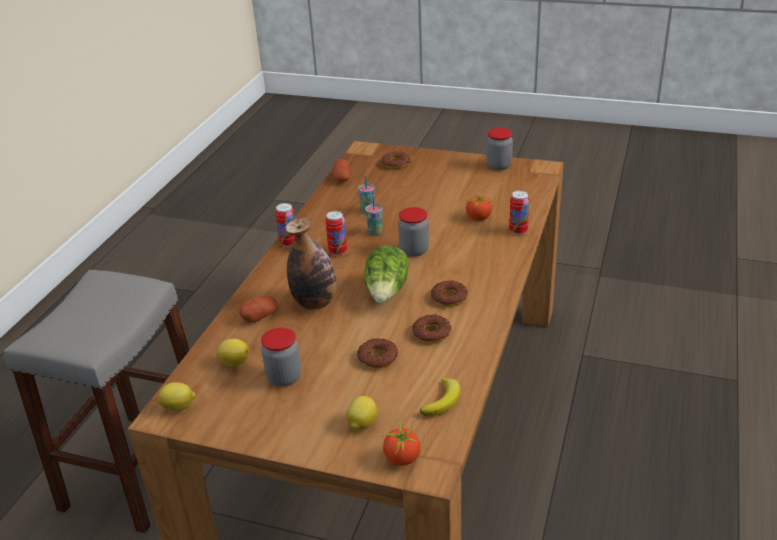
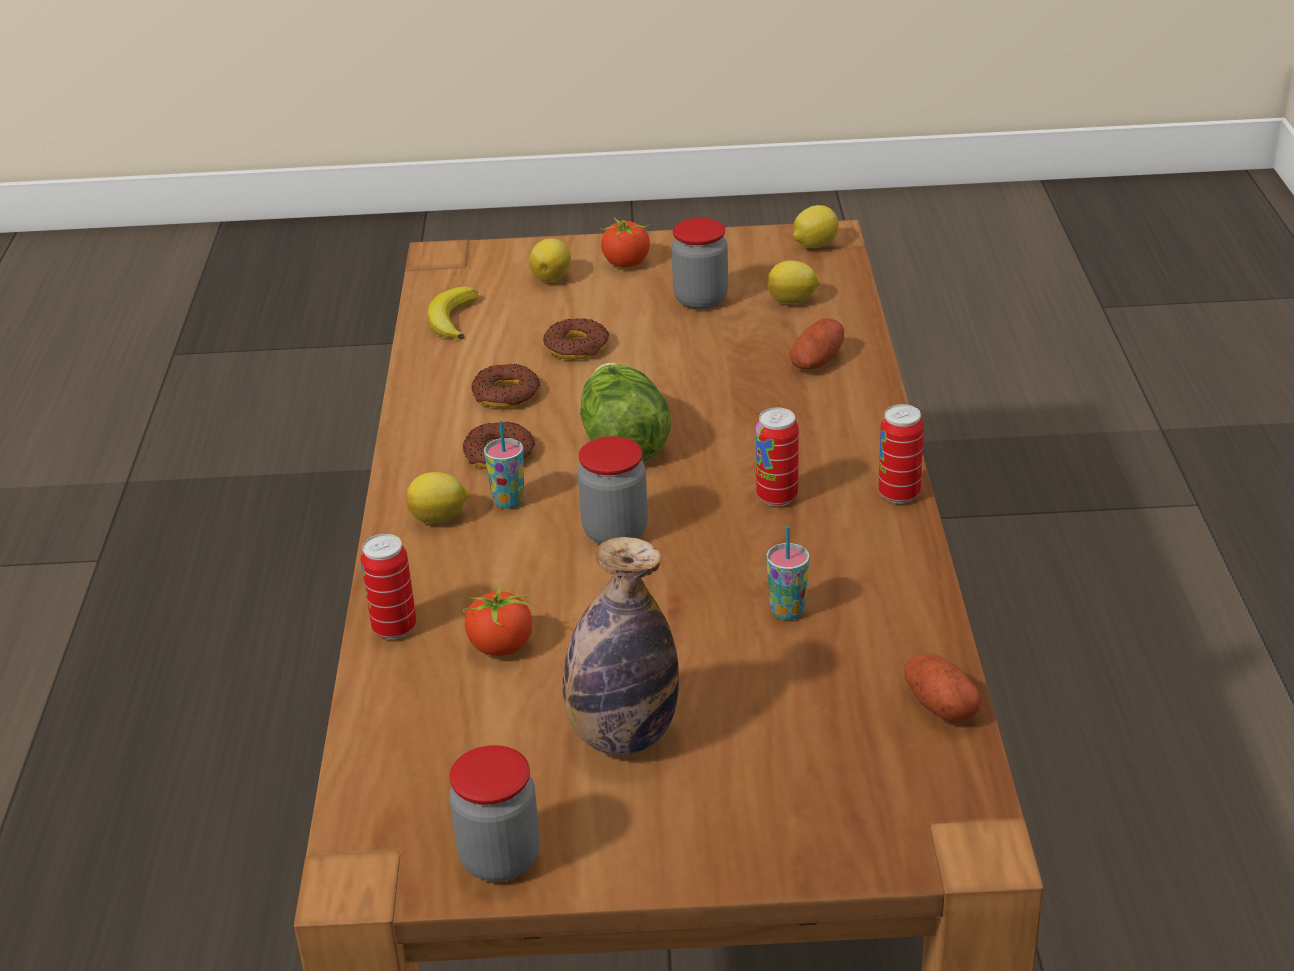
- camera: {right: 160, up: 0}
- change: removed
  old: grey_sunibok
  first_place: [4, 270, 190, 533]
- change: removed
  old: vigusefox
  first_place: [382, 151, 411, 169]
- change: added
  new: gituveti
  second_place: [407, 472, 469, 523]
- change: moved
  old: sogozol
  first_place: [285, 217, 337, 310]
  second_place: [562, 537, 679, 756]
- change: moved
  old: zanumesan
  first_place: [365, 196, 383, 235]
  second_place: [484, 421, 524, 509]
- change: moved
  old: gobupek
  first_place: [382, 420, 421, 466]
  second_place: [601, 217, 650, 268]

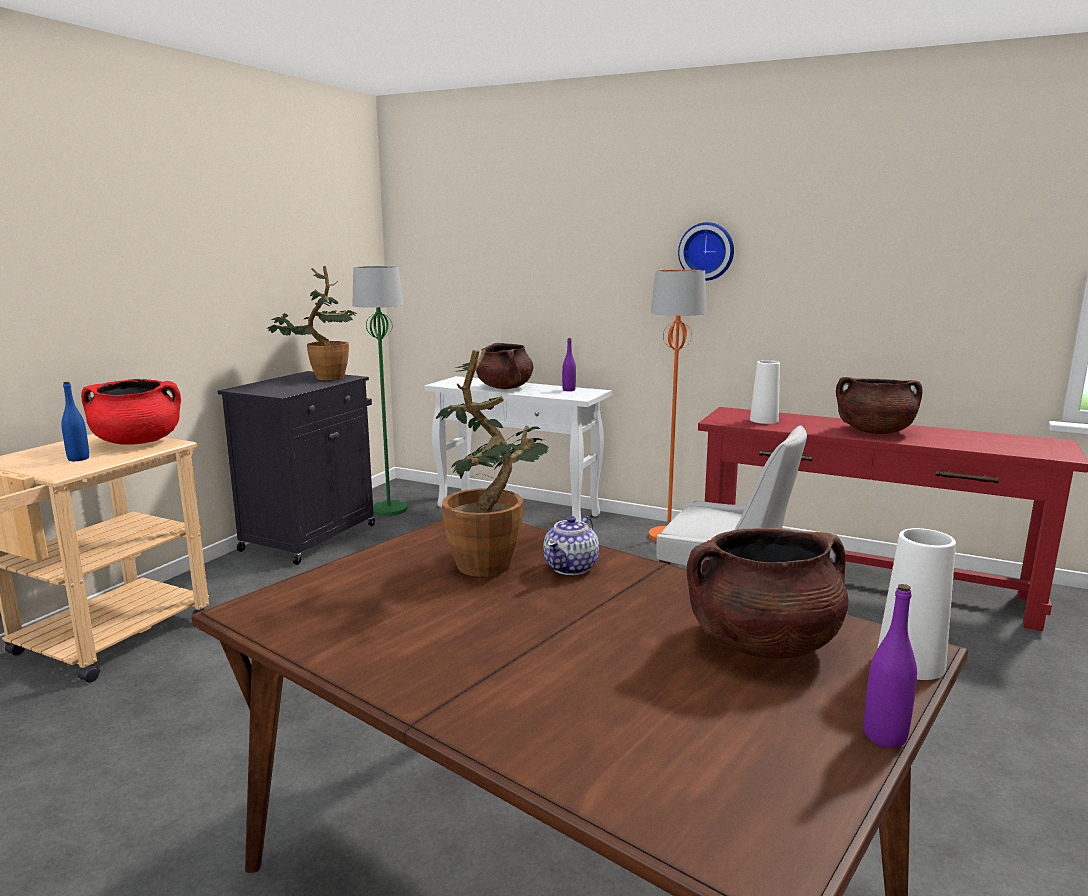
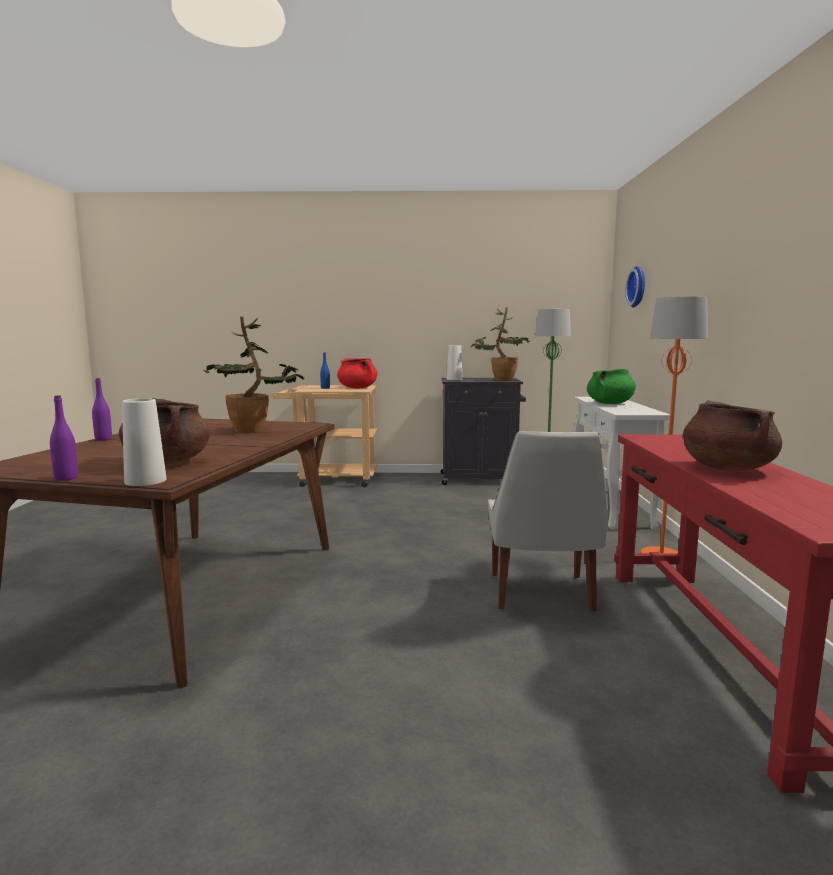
- camera: {right: 65, up: -5}
- change: removed
  old: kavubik
  first_place: [543, 516, 599, 575]
- change: moved
  old: purple_sogozol
  first_place: [562, 338, 576, 391]
  second_place: [92, 378, 112, 441]
- change: moved
  old: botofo
  first_place: [678, 222, 734, 281]
  second_place: [625, 266, 645, 307]
- change: moved
  old: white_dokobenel
  first_place: [750, 360, 780, 424]
  second_place: [447, 345, 463, 380]
- change: recoloured
  old: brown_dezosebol
  new: green_dezosebol
  first_place: [476, 343, 533, 389]
  second_place: [587, 369, 636, 404]

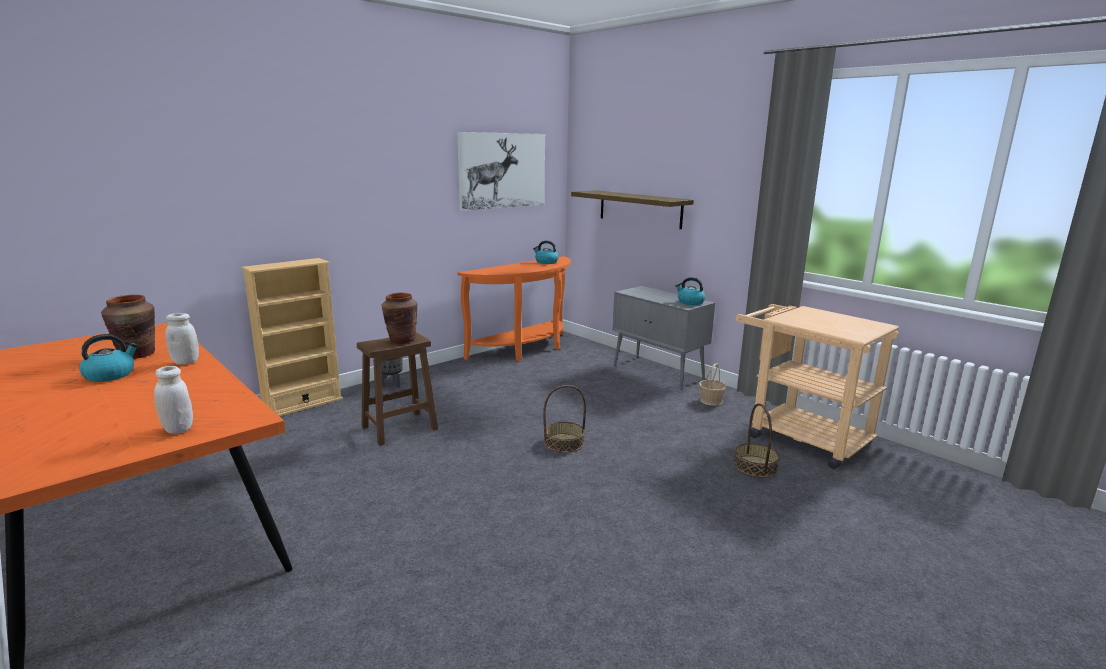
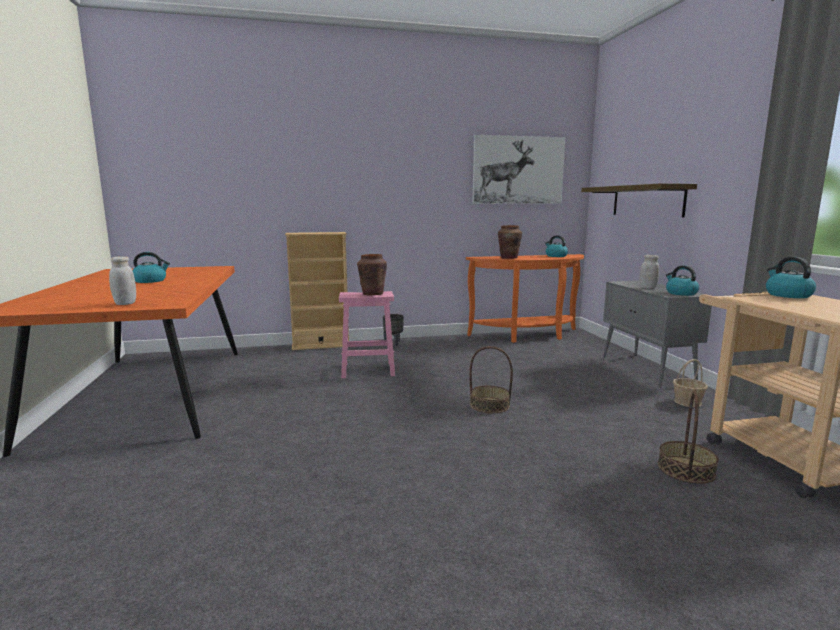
- camera: {right: 30, up: -5}
- change: added
  new: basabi
  second_place: [766, 257, 816, 298]
- change: moved
  old: brown_dokobenel
  first_place: [101, 295, 155, 359]
  second_place: [498, 225, 522, 259]
- change: moved
  old: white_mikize
  first_place: [165, 313, 199, 365]
  second_place: [640, 255, 659, 289]
- change: recoloured
  old: brown_sunibok
  new: pink_sunibok
  first_place: [357, 332, 438, 446]
  second_place: [339, 291, 395, 378]

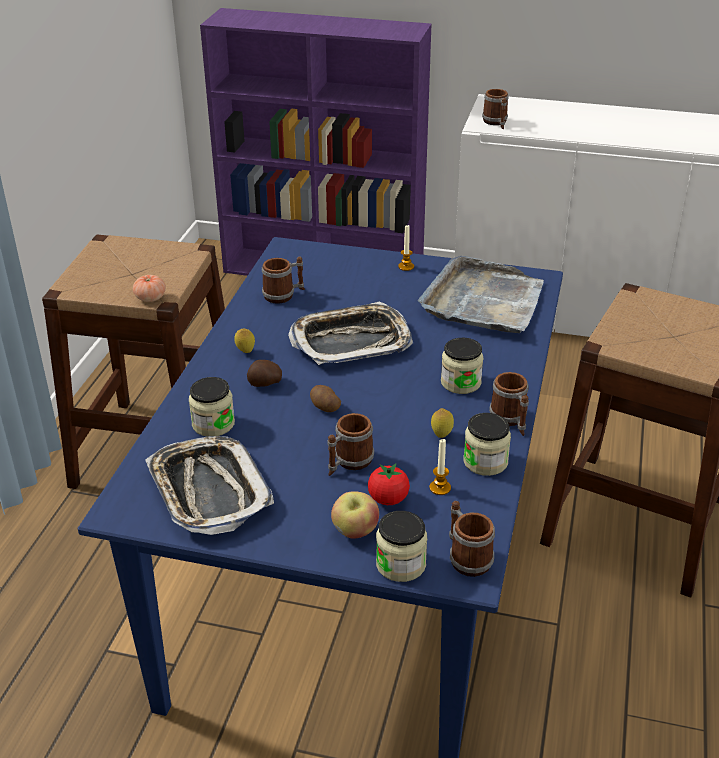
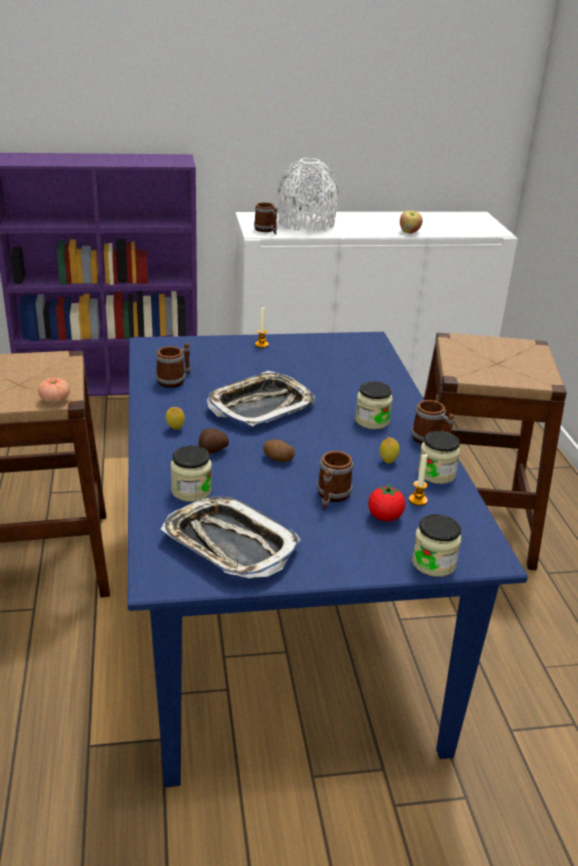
- camera: {right: -25, up: -5}
- change: removed
  old: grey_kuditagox
  first_place: [418, 256, 544, 333]
- change: removed
  old: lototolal
  first_place: [449, 501, 495, 577]
- change: added
  new: white_dokobenel
  second_place: [278, 158, 339, 232]
- change: moved
  old: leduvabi
  first_place: [331, 491, 379, 539]
  second_place: [400, 210, 423, 233]

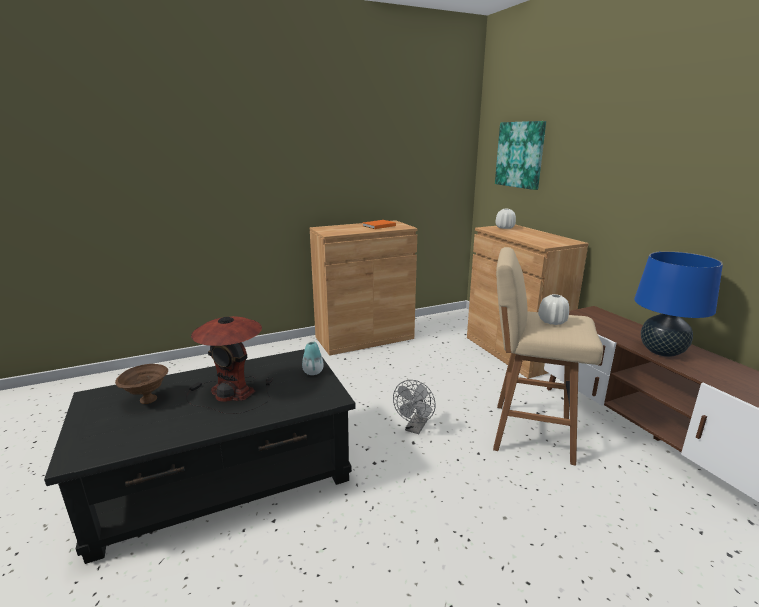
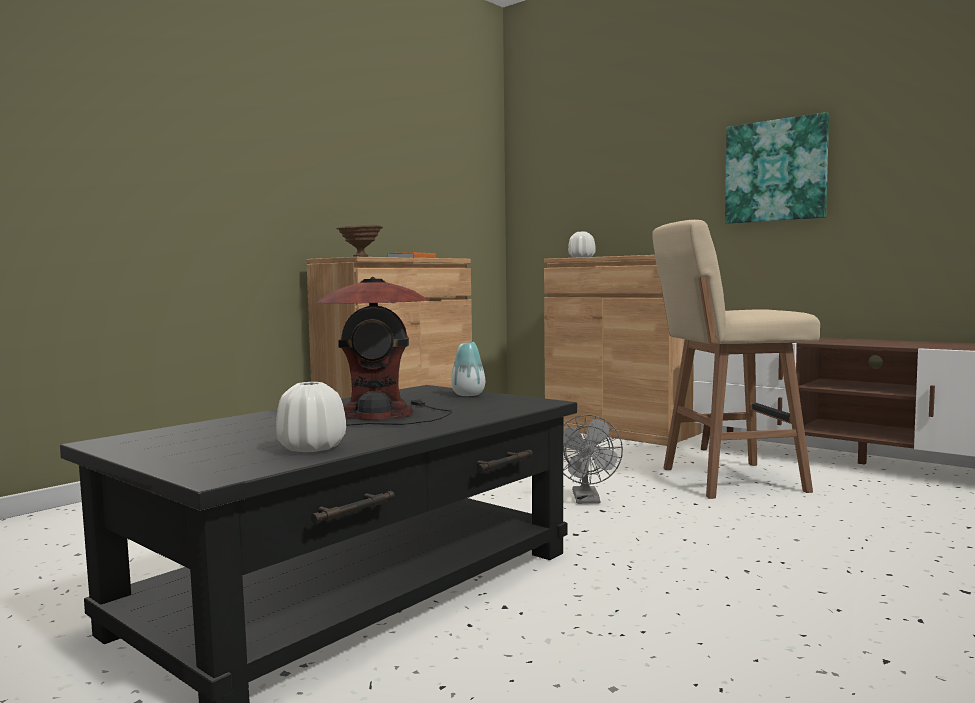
- camera: {right: -25, up: -15}
- change: removed
  old: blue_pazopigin
  first_place: [634, 251, 723, 357]
- change: moved
  old: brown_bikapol
  first_place: [115, 364, 168, 404]
  second_place: [336, 225, 383, 257]
- change: moved
  old: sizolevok
  first_place: [495, 121, 546, 190]
  second_place: [725, 112, 829, 224]
- change: moved
  old: white_dokobenel
  first_place: [538, 294, 569, 325]
  second_place: [276, 382, 346, 452]

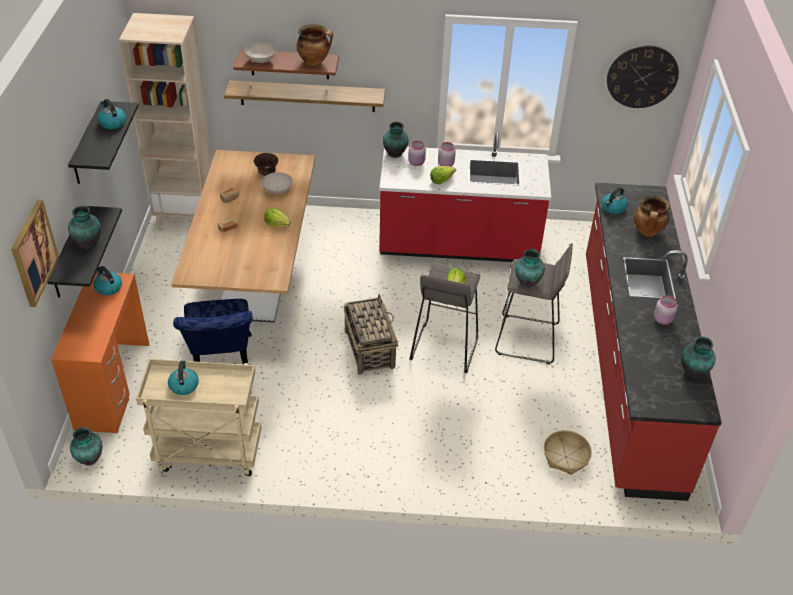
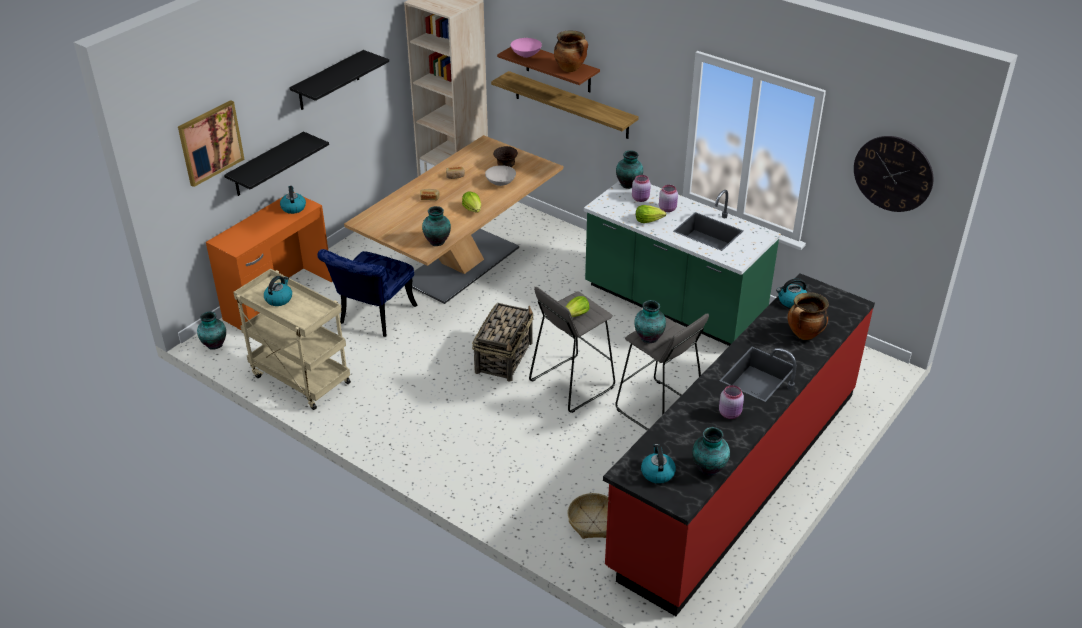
- camera: {right: 35, up: -5}
- change: moved
  old: dokobenel
  first_place: [68, 206, 101, 249]
  second_place: [422, 206, 451, 246]
- change: moved
  old: basabi
  first_place: [98, 99, 126, 129]
  second_place: [641, 444, 676, 484]
- change: recoloured
  old: white_bikapol
  new: pink_bikapol
  first_place: [245, 42, 276, 63]
  second_place: [511, 38, 542, 58]
- change: recoloured
  old: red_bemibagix
  new: green_bemibagix
  first_place: [379, 132, 551, 262]
  second_place: [584, 181, 781, 346]

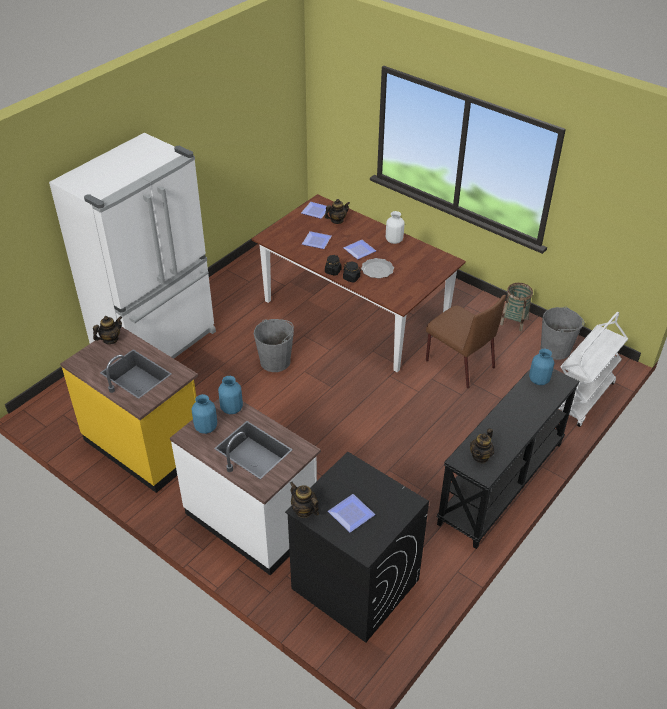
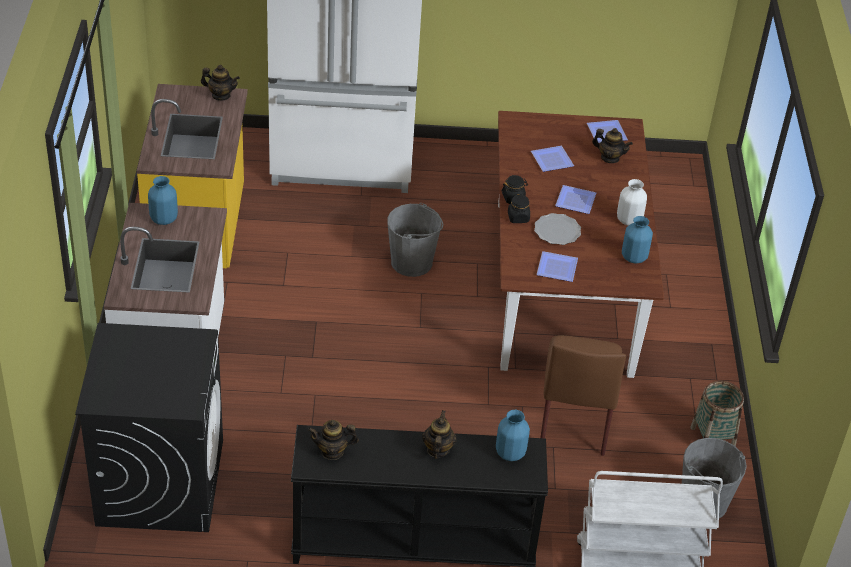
- camera: {right: 50, up: 0}
- change: moved
  old: blue_dokobenel
  first_place: [218, 376, 243, 414]
  second_place: [622, 216, 653, 264]
- change: moved
  old: kavubik
  first_place: [290, 482, 319, 518]
  second_place: [422, 410, 457, 459]
- change: moved
  old: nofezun
  first_place: [328, 494, 375, 533]
  second_place: [537, 251, 578, 282]

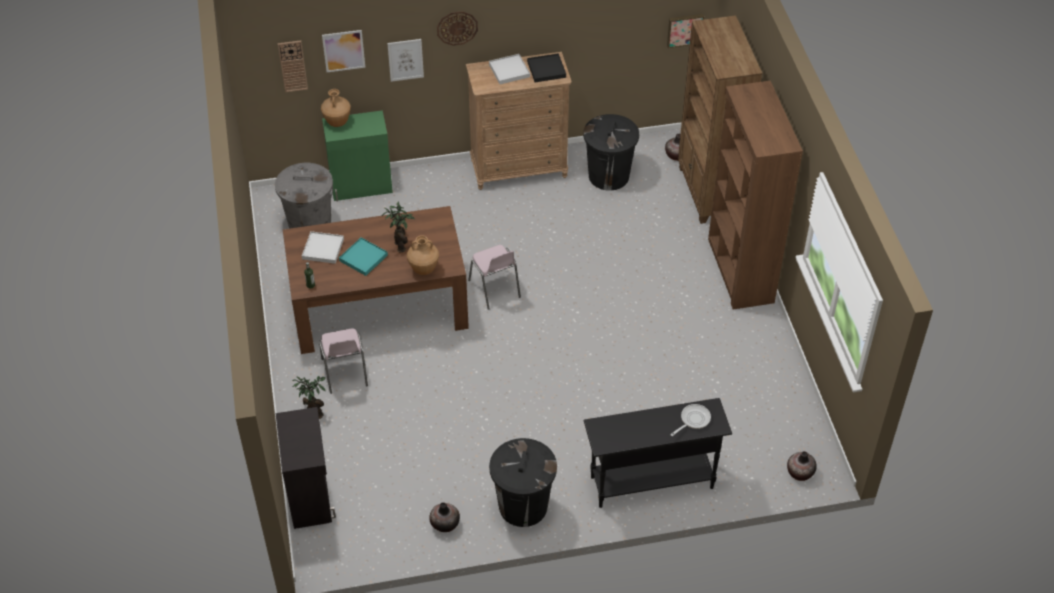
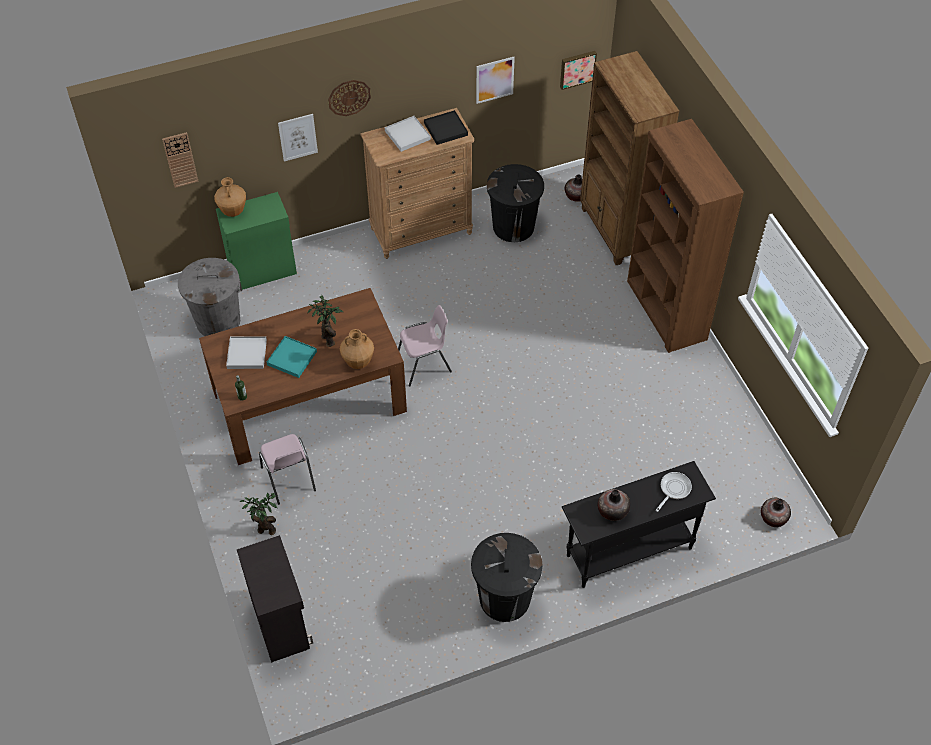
- camera: {right: -10, up: 5}
- change: moved
  old: sizolevok
  first_place: [322, 30, 366, 72]
  second_place: [476, 57, 515, 104]
- change: moved
  old: dokobenel
  first_place: [429, 502, 460, 532]
  second_place: [598, 489, 630, 521]
- change: turned
  old: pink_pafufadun
  first_place: [468, 245, 521, 310]
  second_place: [398, 305, 452, 387]
  degrees: -75

